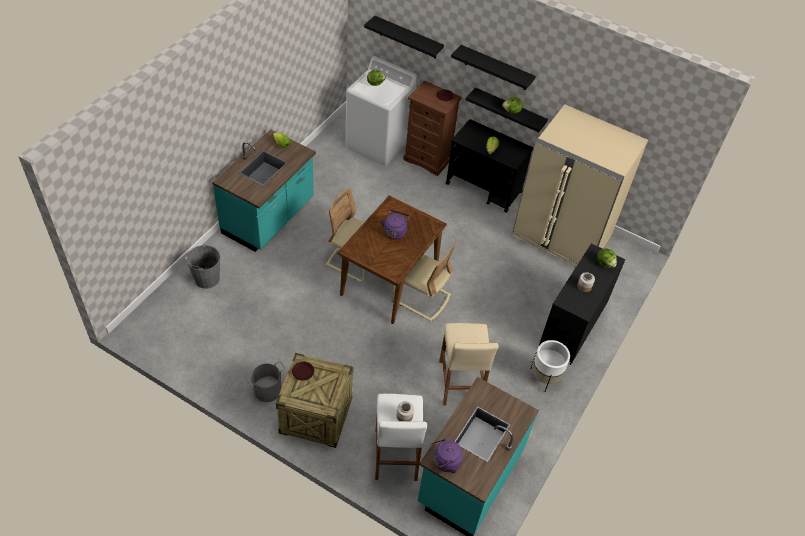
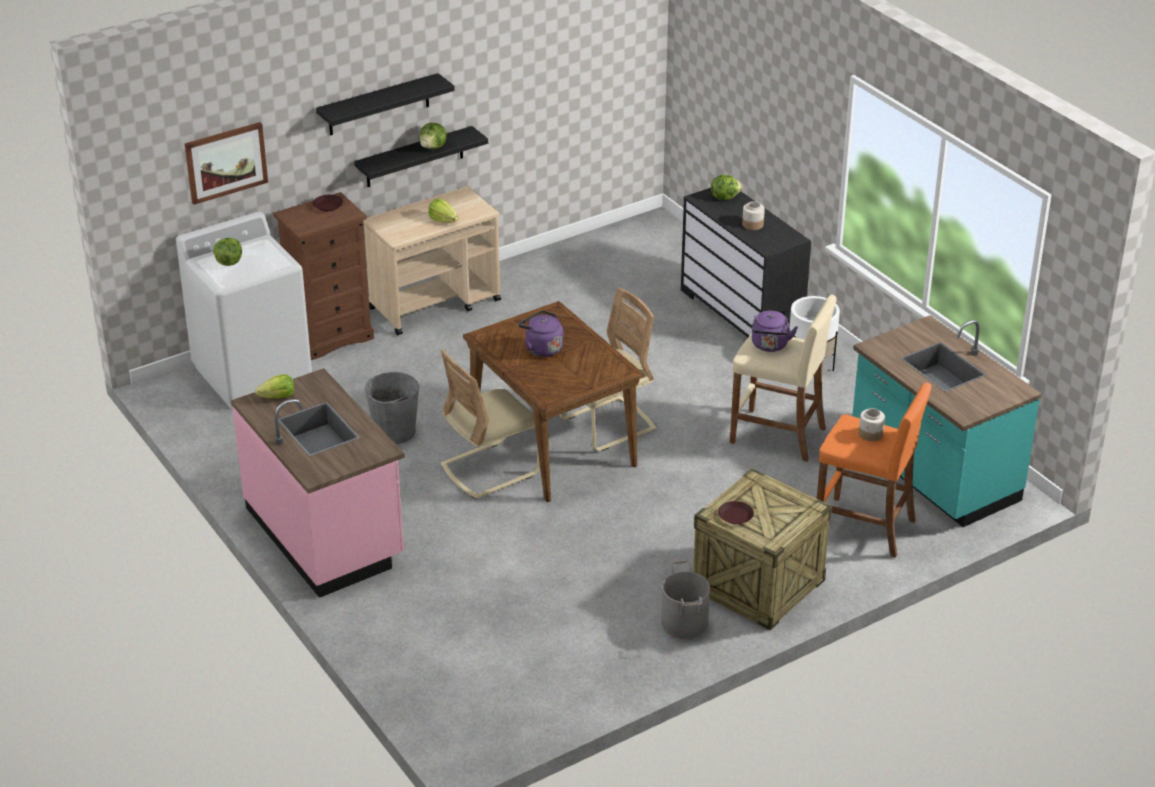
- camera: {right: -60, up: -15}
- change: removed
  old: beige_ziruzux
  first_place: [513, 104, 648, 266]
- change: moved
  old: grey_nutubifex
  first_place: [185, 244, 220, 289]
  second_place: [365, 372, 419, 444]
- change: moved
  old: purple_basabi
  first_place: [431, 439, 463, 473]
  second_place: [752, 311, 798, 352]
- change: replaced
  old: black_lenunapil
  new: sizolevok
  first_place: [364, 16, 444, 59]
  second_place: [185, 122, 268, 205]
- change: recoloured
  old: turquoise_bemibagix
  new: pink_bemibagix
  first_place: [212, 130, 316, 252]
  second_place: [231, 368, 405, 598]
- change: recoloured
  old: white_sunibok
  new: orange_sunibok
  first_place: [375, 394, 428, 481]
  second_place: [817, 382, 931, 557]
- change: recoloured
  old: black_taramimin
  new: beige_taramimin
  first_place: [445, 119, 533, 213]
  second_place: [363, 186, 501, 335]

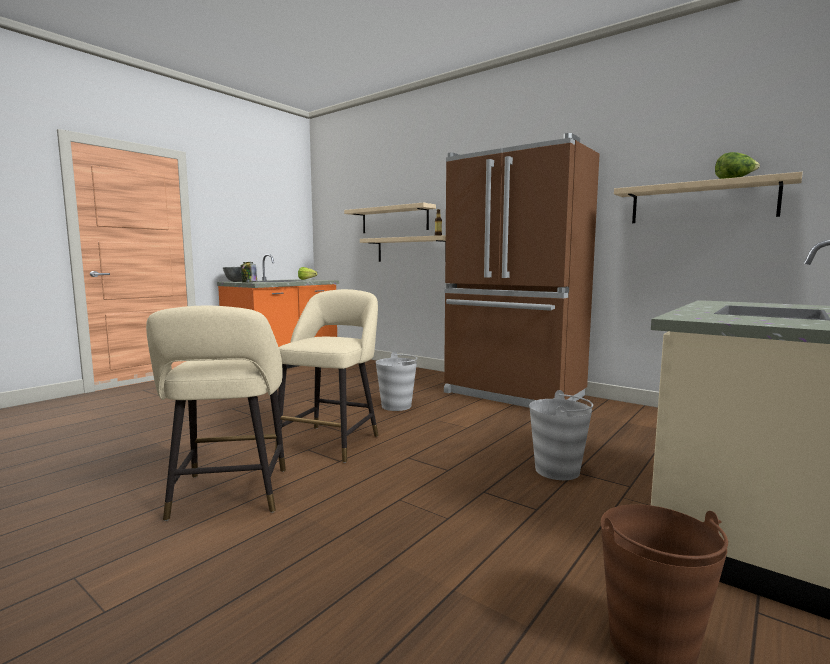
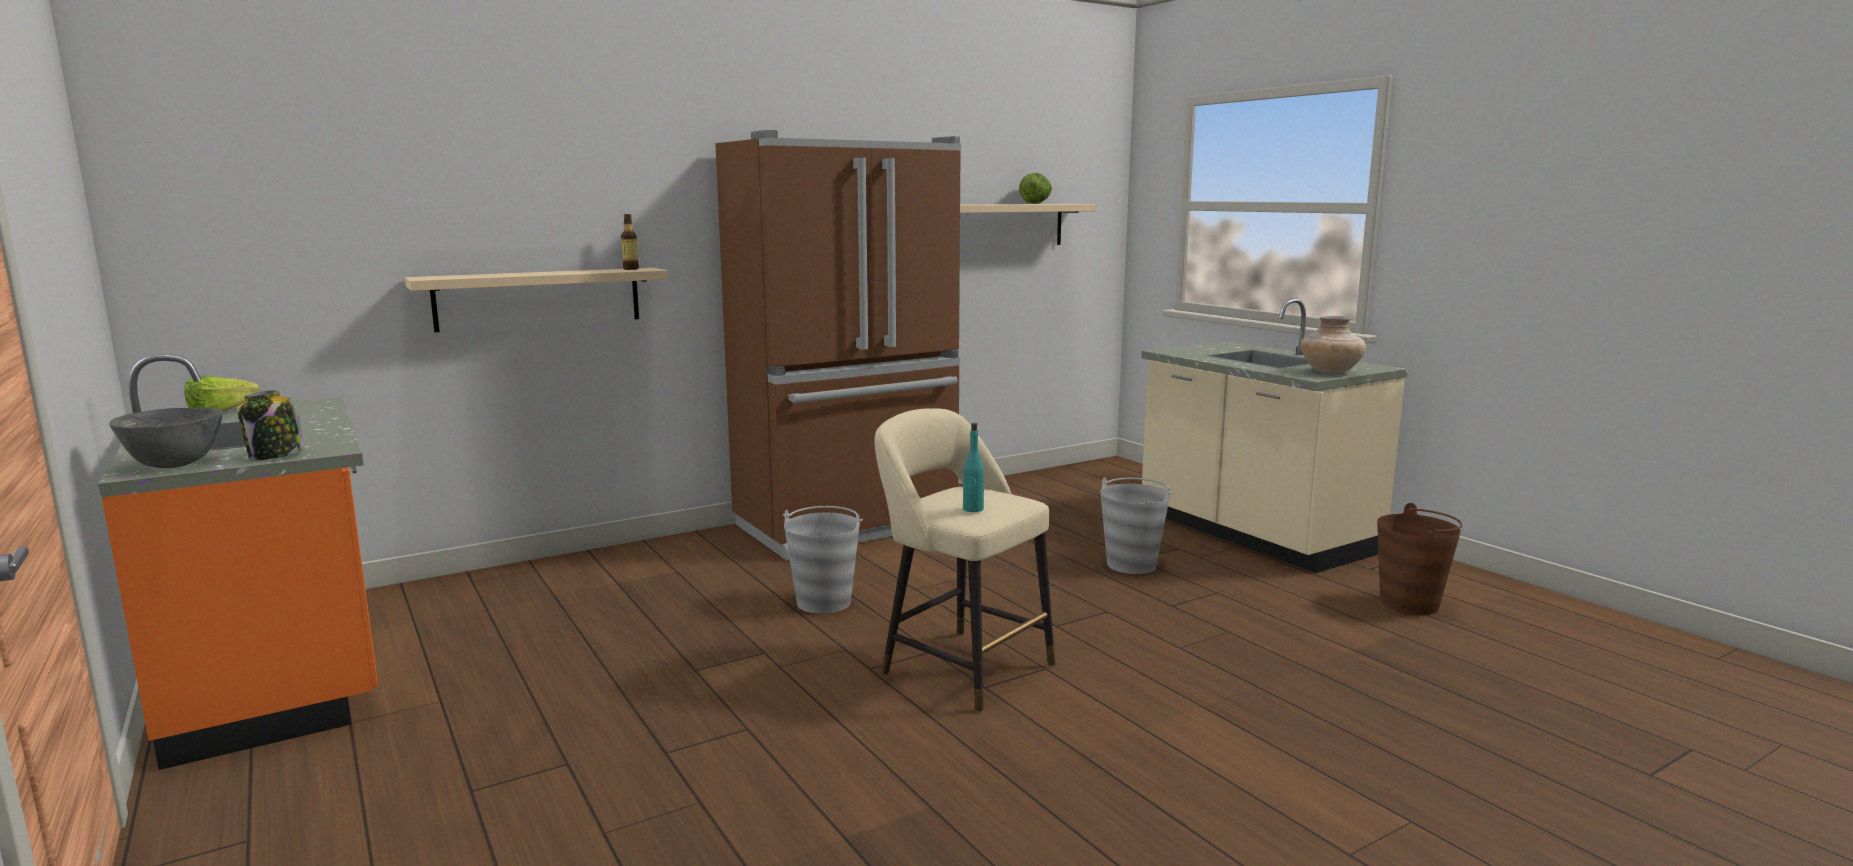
- camera: {right: -70, up: 5}
- change: removed
  old: beige_sunibok
  first_place: [146, 306, 286, 521]
- change: removed
  old: beige_lenunapil
  first_place: [344, 203, 436, 233]
- change: added
  new: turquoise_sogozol
  second_place: [963, 423, 984, 512]
- change: added
  new: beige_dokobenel
  second_place: [1301, 316, 1366, 373]

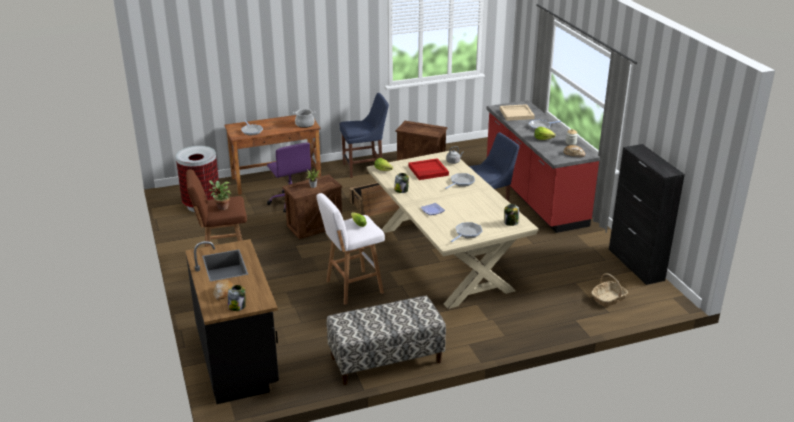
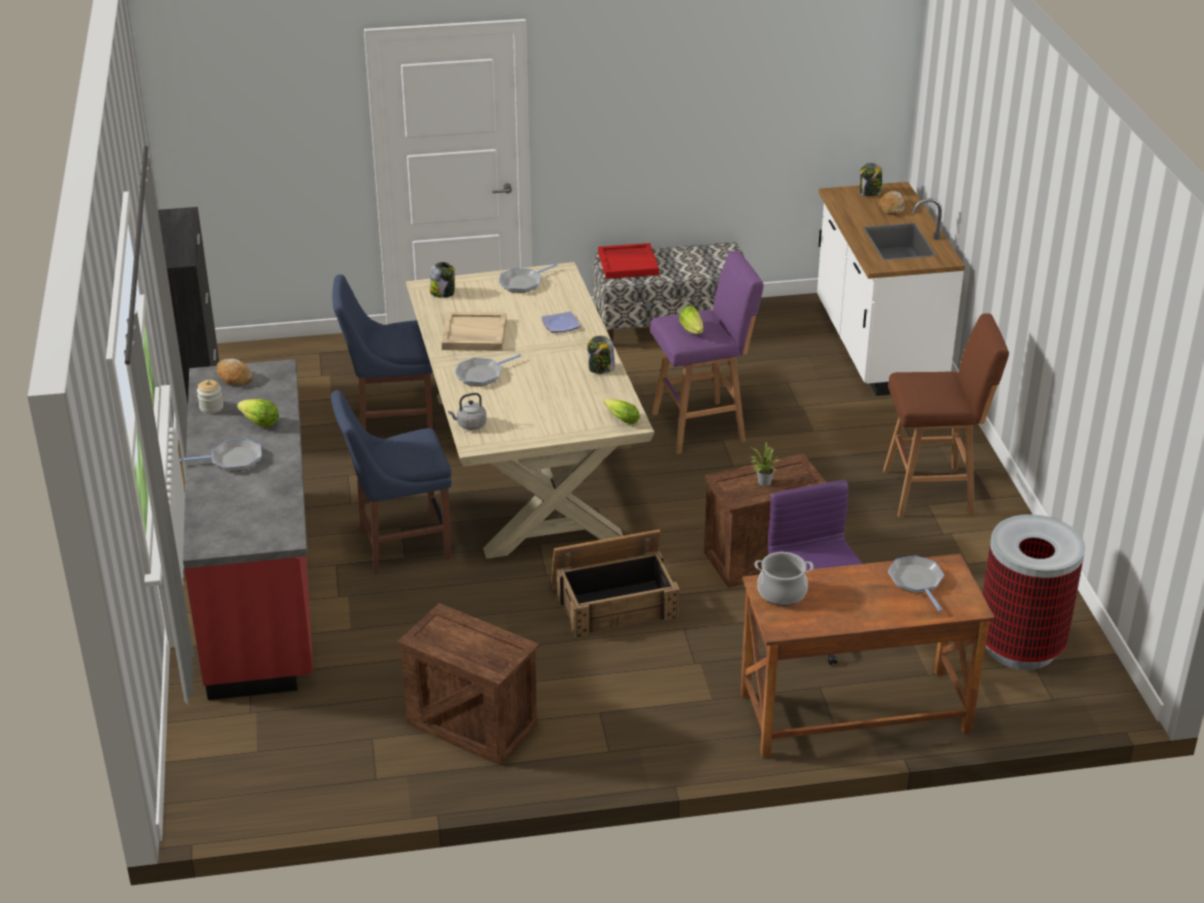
- camera: {right: -170, up: 5}
- change: removed
  old: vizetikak
  first_place: [209, 181, 231, 210]
- change: removed
  old: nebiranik
  first_place: [591, 273, 628, 307]
- change: moved
  old: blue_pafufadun
  first_place: [340, 93, 389, 178]
  second_place: [332, 274, 433, 430]
- change: moved
  old: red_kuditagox
  first_place: [409, 158, 449, 180]
  second_place: [598, 243, 659, 279]
- change: moved
  old: beige_kuditagox
  first_place: [500, 104, 535, 121]
  second_place: [442, 312, 507, 351]
- change: recoloured
  old: black_bemibagix
  new: white_bemibagix
  first_place: [185, 239, 279, 404]
  second_place: [817, 182, 965, 396]
- change: recoloured
  old: white_sunibok
  new: purple_sunibok
  first_place: [317, 193, 385, 305]
  second_place: [650, 251, 764, 454]

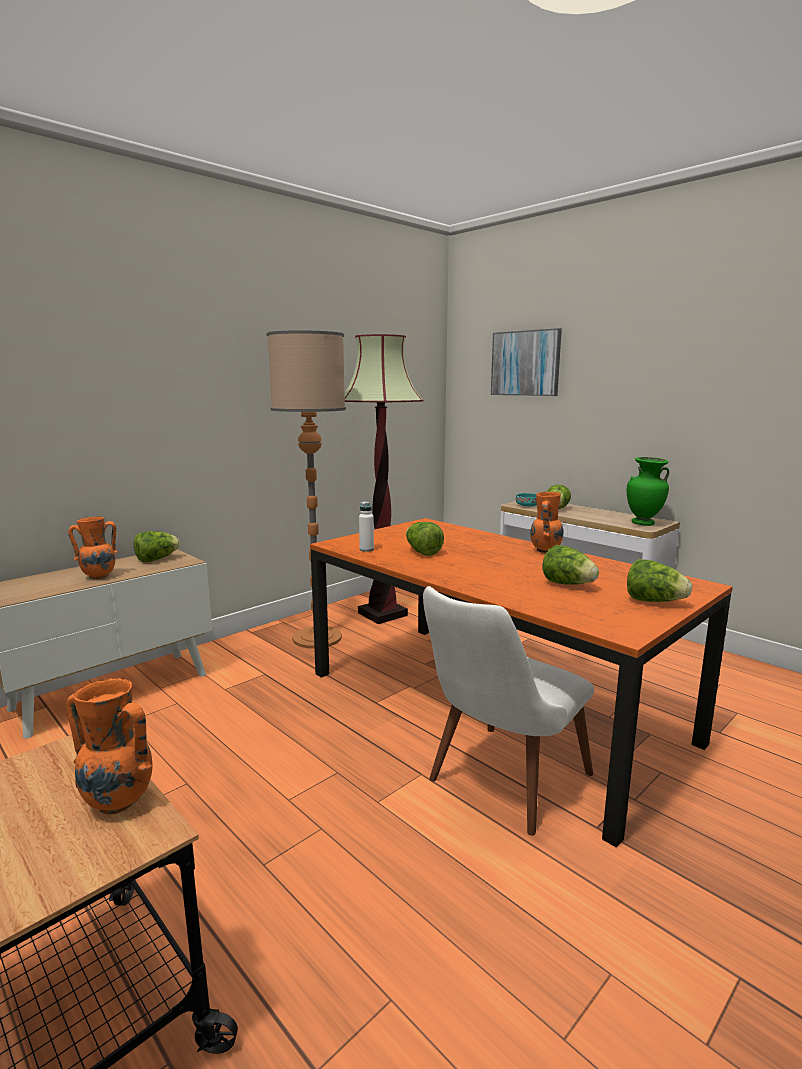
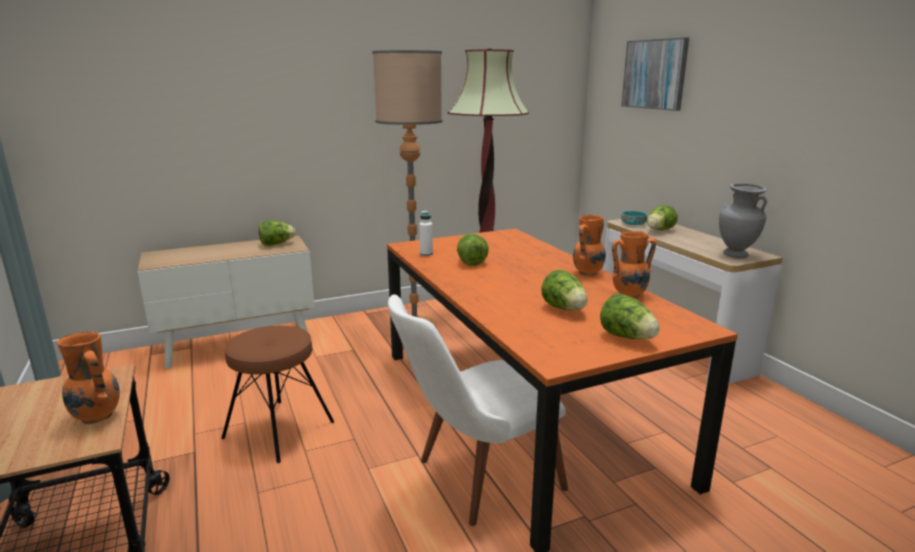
- camera: {right: 20, up: 5}
- change: added
  new: brown_sunibok
  second_place: [221, 326, 334, 463]
- change: moved
  old: orange_dokobenel
  first_place: [68, 517, 118, 579]
  second_place: [612, 231, 656, 298]
- change: recoloured
  old: green_dokobenel
  new: grey_dokobenel
  first_place: [627, 457, 669, 526]
  second_place: [719, 183, 767, 258]

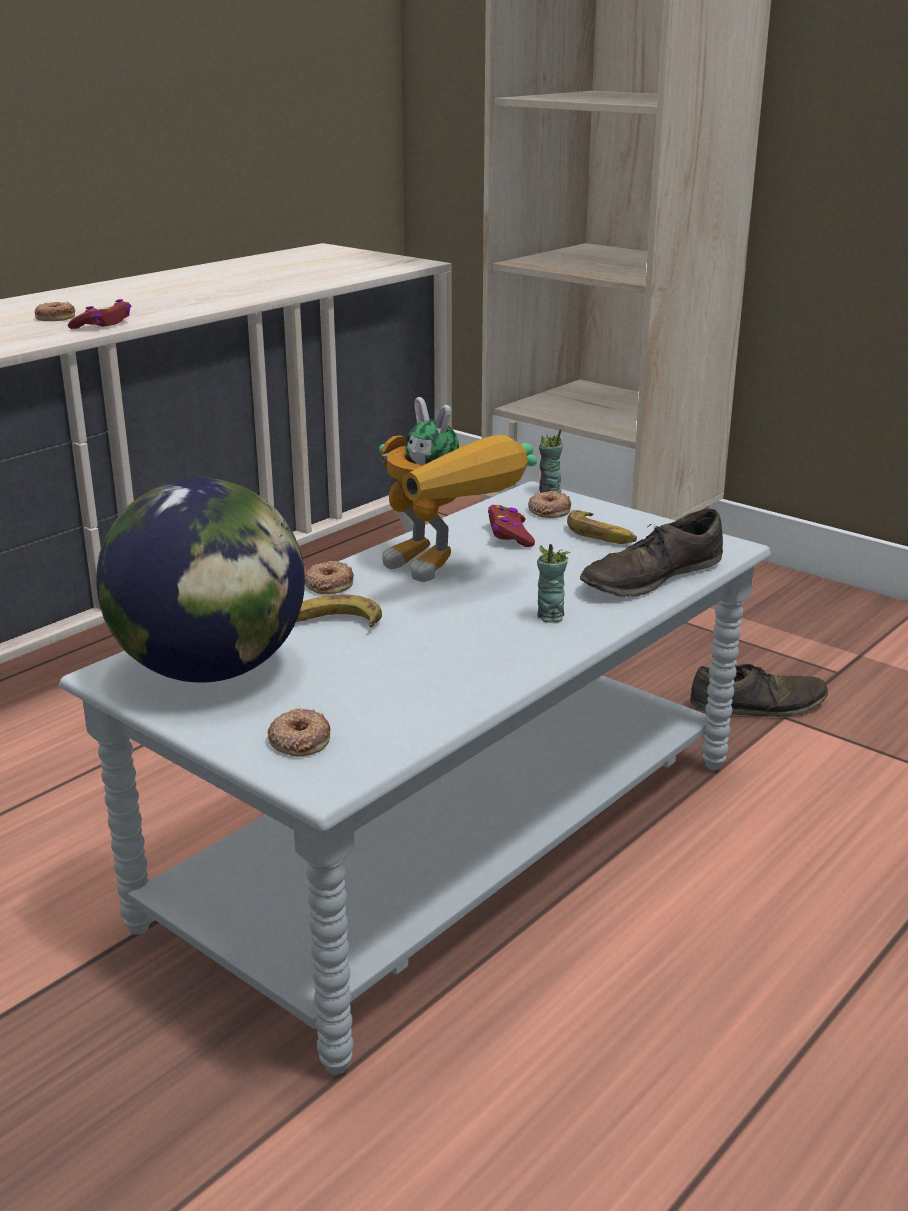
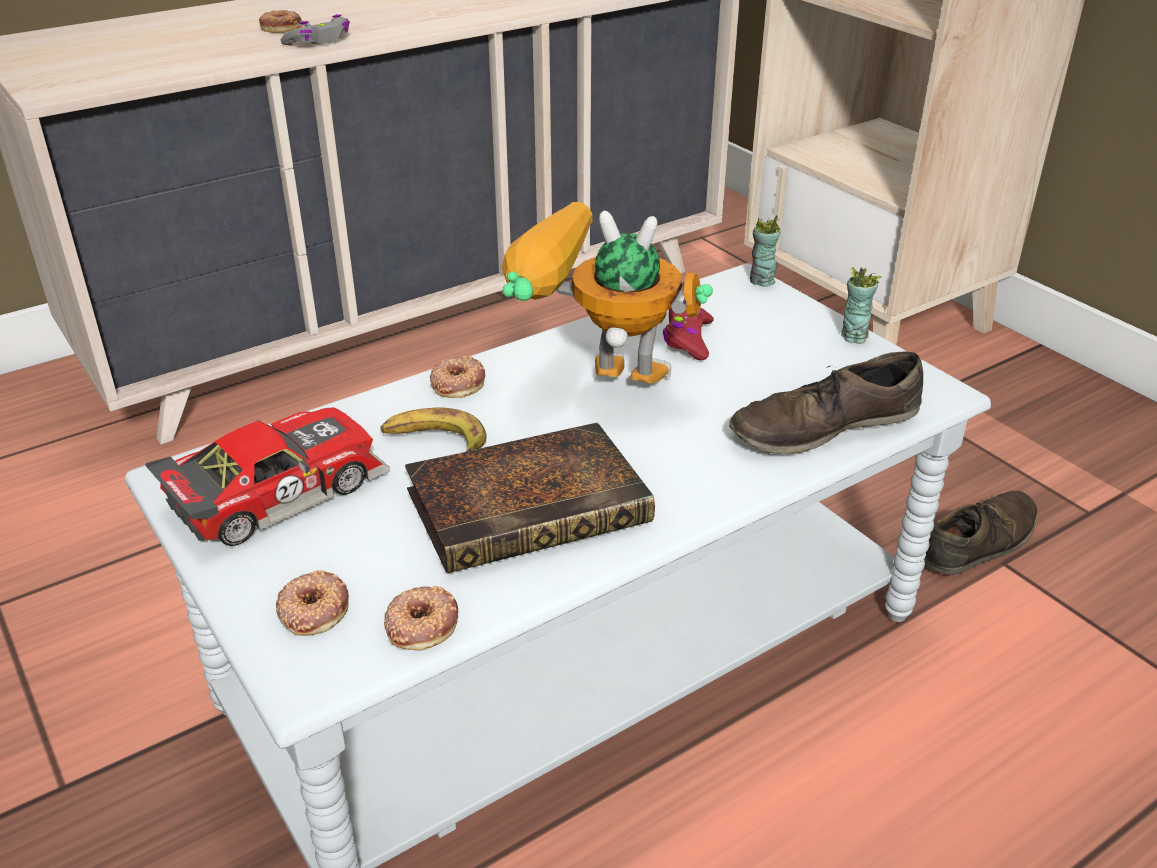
- camera: {right: 15, up: 10}
- change: removed
  old: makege
  first_place: [567, 510, 637, 544]
- change: added
  new: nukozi
  second_place: [405, 422, 655, 573]
- change: moved
  old: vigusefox
  first_place: [528, 491, 571, 518]
  second_place: [384, 586, 458, 650]
- change: moved
  old: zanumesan
  first_place: [537, 544, 570, 623]
  second_place: [841, 267, 882, 344]
- change: replaced
  old: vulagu
  new: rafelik
  first_place: [96, 478, 305, 683]
  second_place: [146, 407, 390, 546]
- change: recoloured
  old: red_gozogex
  new: grey_gozogex
  first_place: [68, 299, 132, 329]
  second_place: [281, 14, 350, 45]
- change: turned
  old: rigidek
  first_place: [379, 397, 537, 582]
  second_place: [502, 202, 713, 383]
  degrees: 135
- change: turned
  old: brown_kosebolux
  first_place: [690, 664, 828, 717]
  second_place: [924, 491, 1038, 575]
  degrees: -45

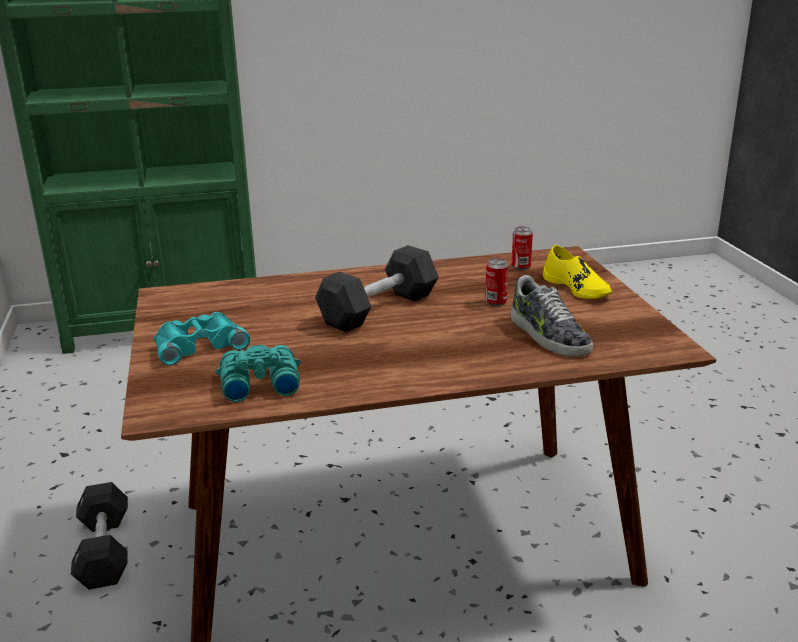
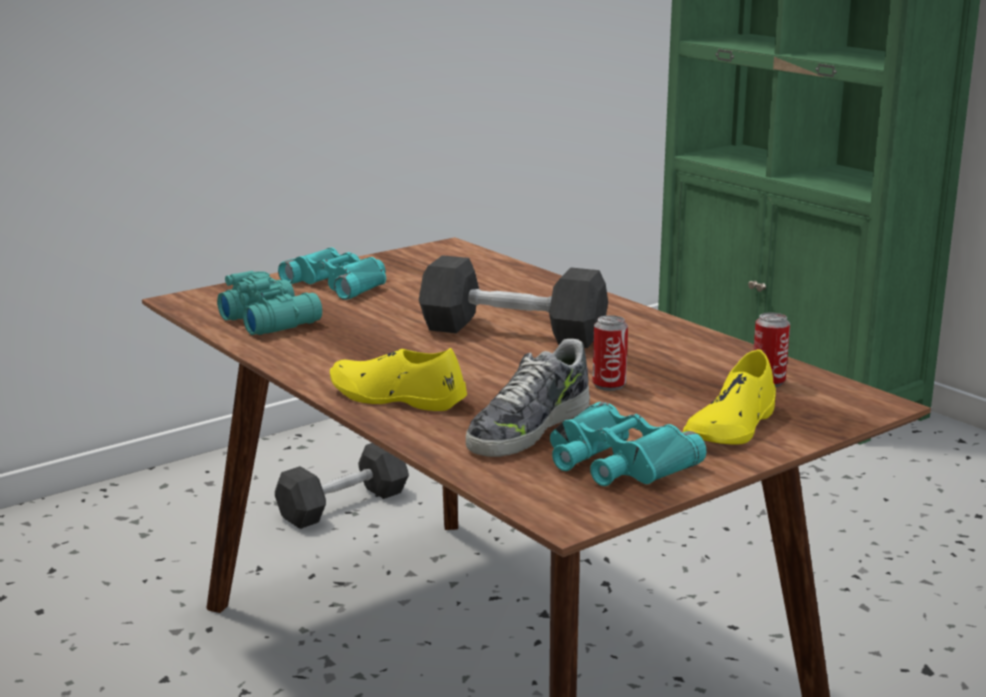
- camera: {right: 65, up: -5}
- change: added
  new: yellow_kosebolux
  second_place: [330, 348, 467, 411]
- change: added
  new: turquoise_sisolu
  second_place: [550, 401, 707, 486]

